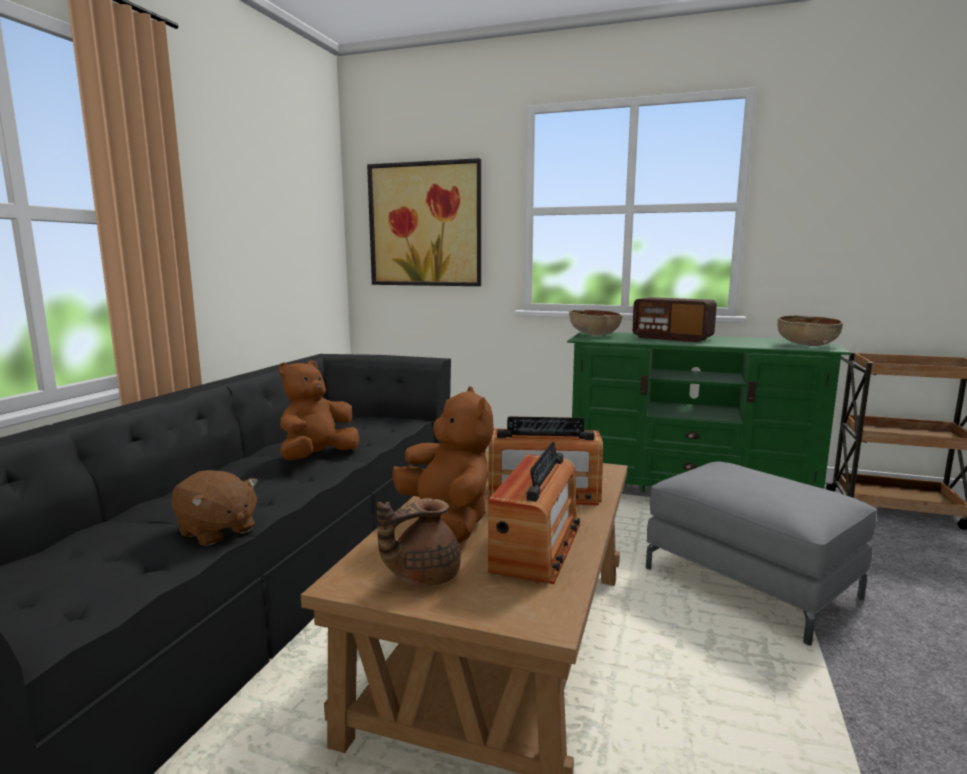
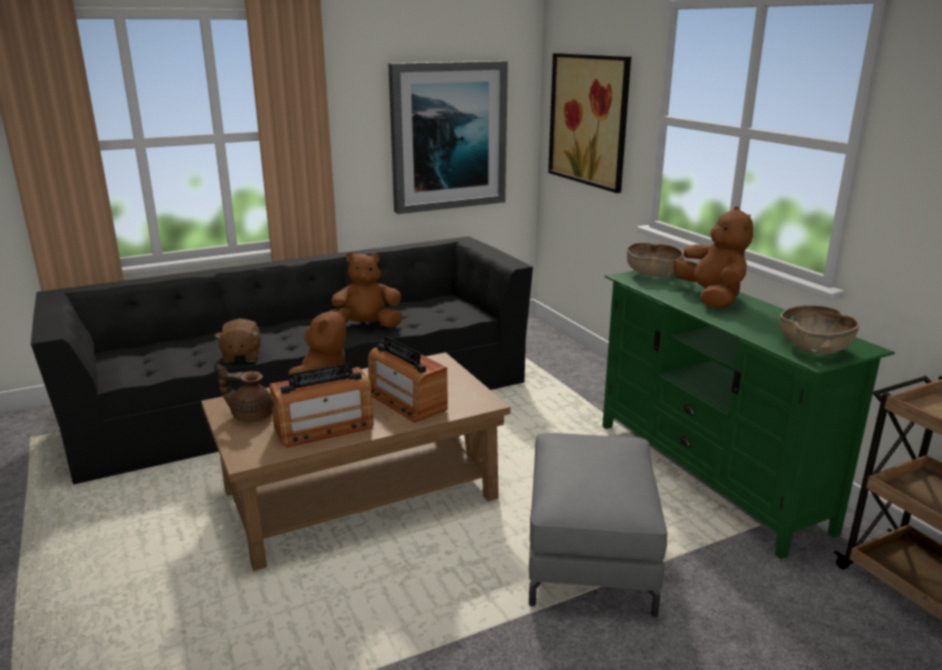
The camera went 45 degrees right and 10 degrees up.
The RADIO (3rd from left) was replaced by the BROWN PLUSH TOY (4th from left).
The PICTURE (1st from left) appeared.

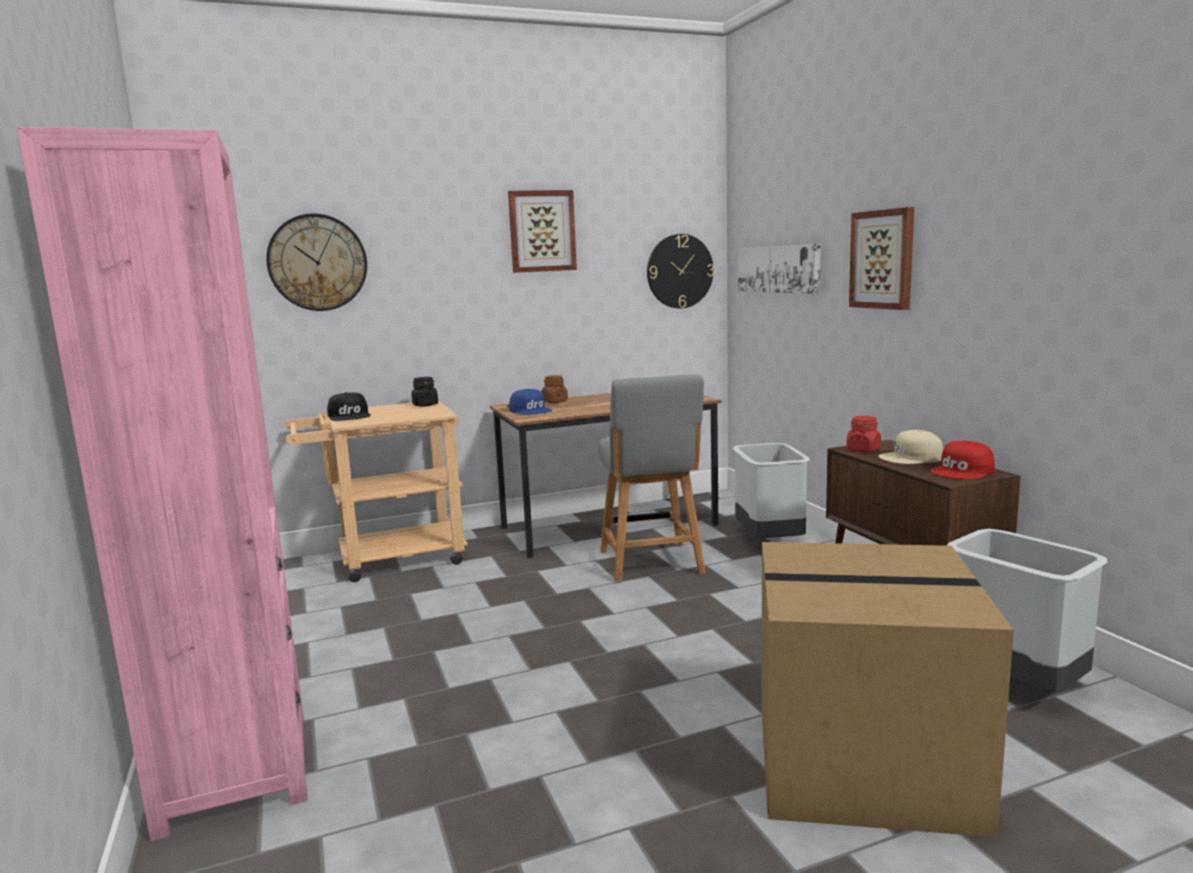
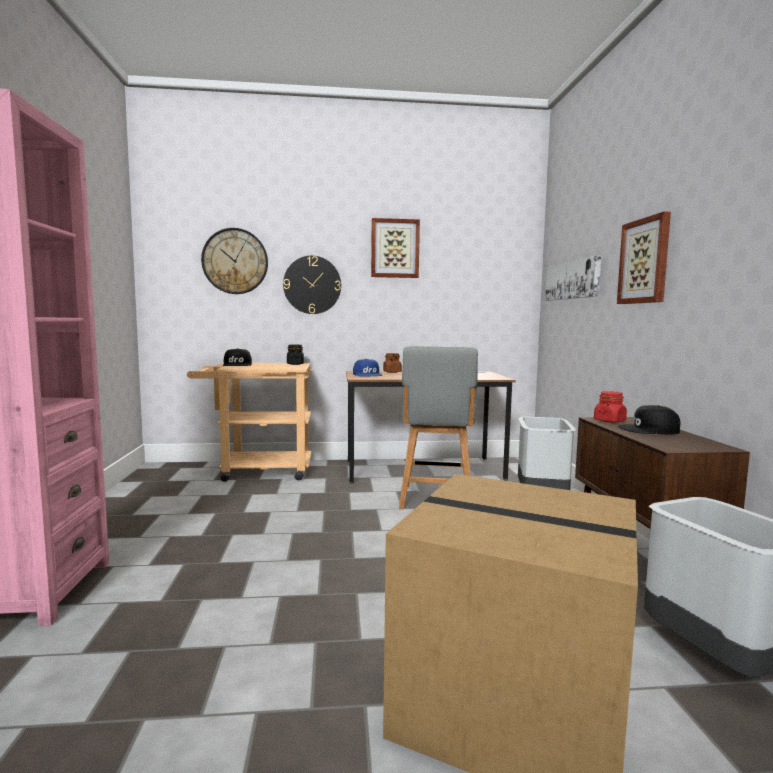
The camera went 15 degrees right and 5 degrees down.
The WALL CLOCK (2nd from left) moved.
The BEIGE CAP became the BLACK CAP (2nd from left).
The RED CAP disappeared.

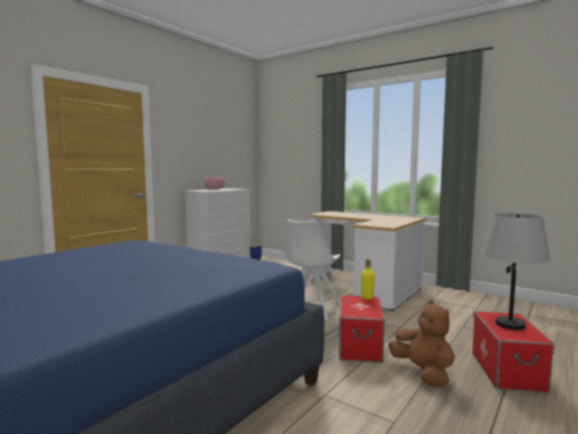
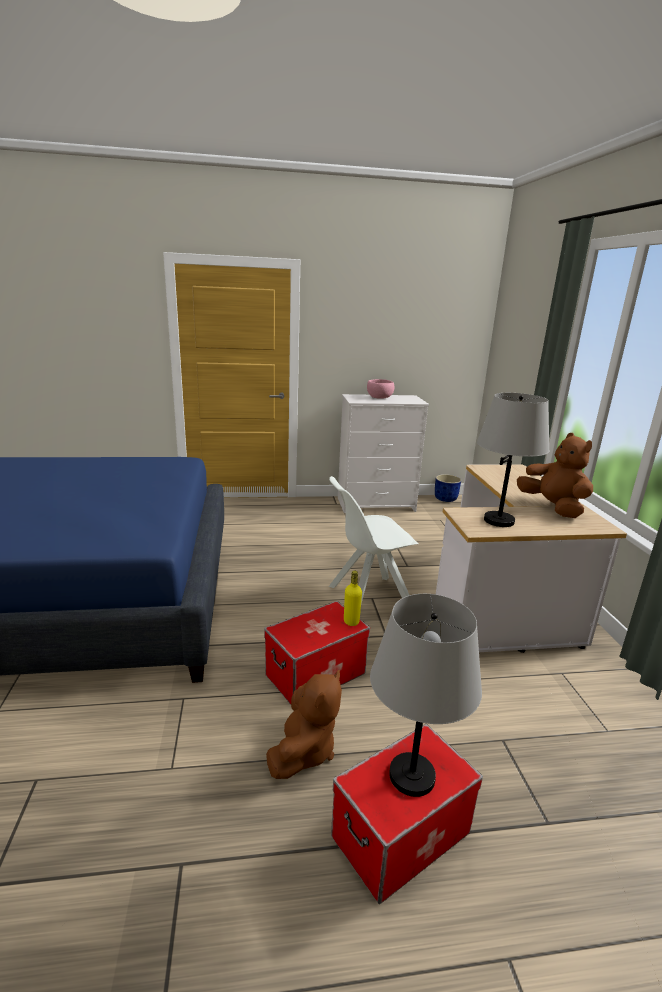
The camera went 45 degrees right and 15 degrees up.
The GREY TABLE LAMP (2nd from left) appeared.
The BROWN PLUSH TOY (2nd from left) appeared.

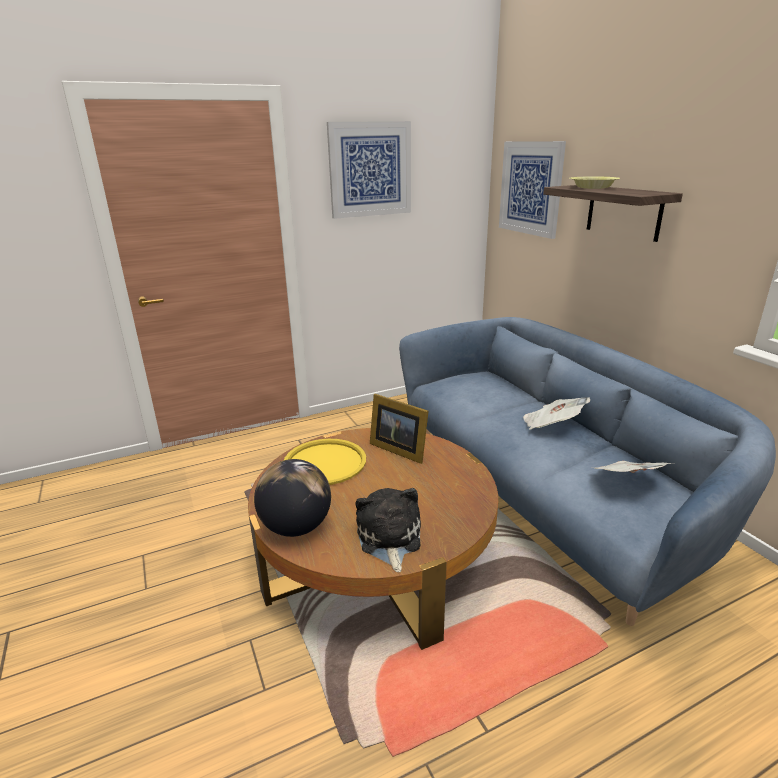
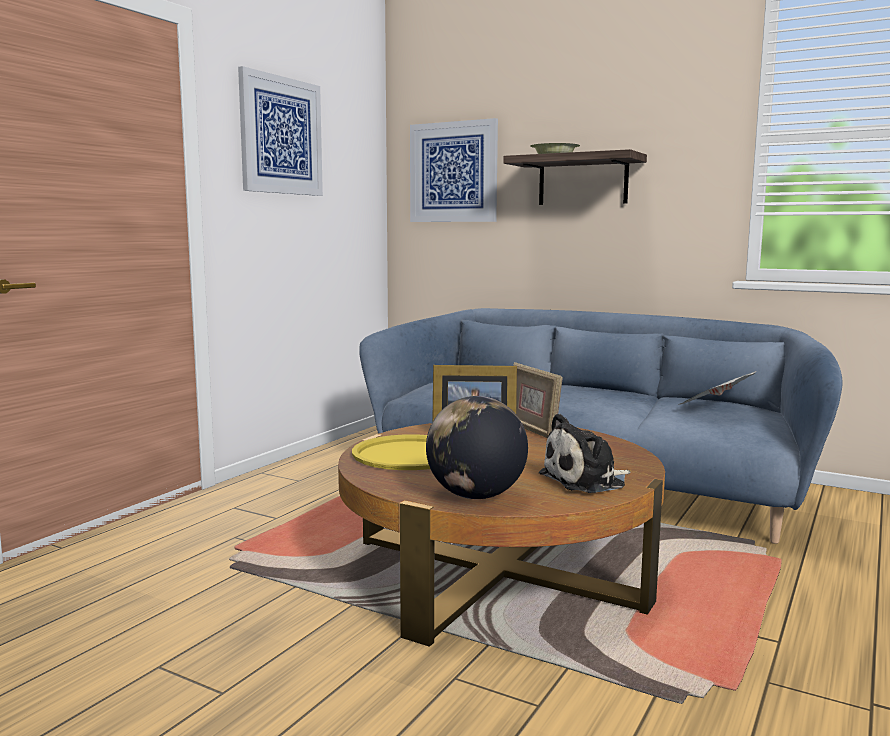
The camera went 35 degrees left and 15 degrees down.
The NEWSPAPER (1st from left) disappeared.
The PLUSH TOY turned 75 degrees counterclockwise.
The PICTURE FRAME (2nd from left) appeared.

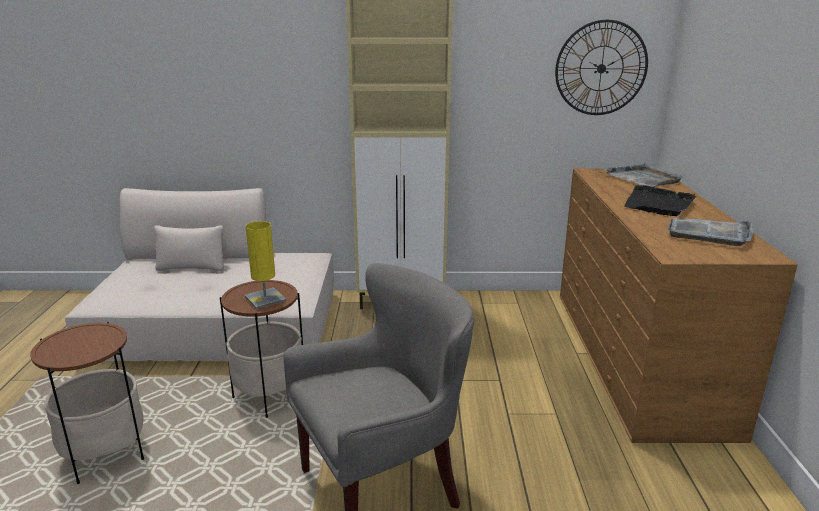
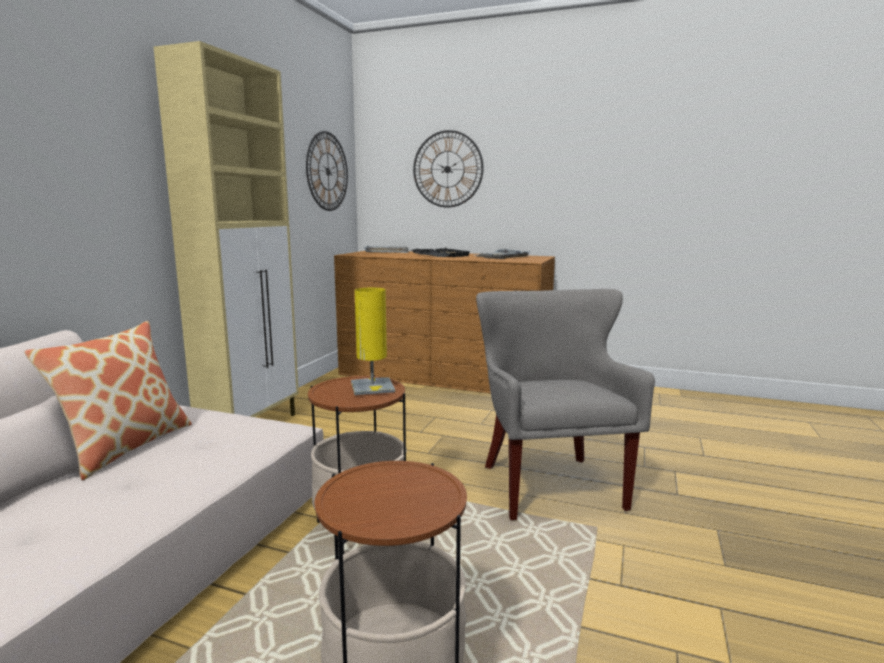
The camera went 70 degrees left and 10 degrees down.
The WALL CLOCK (2nd from left) appeared.
The PILLOW appeared.

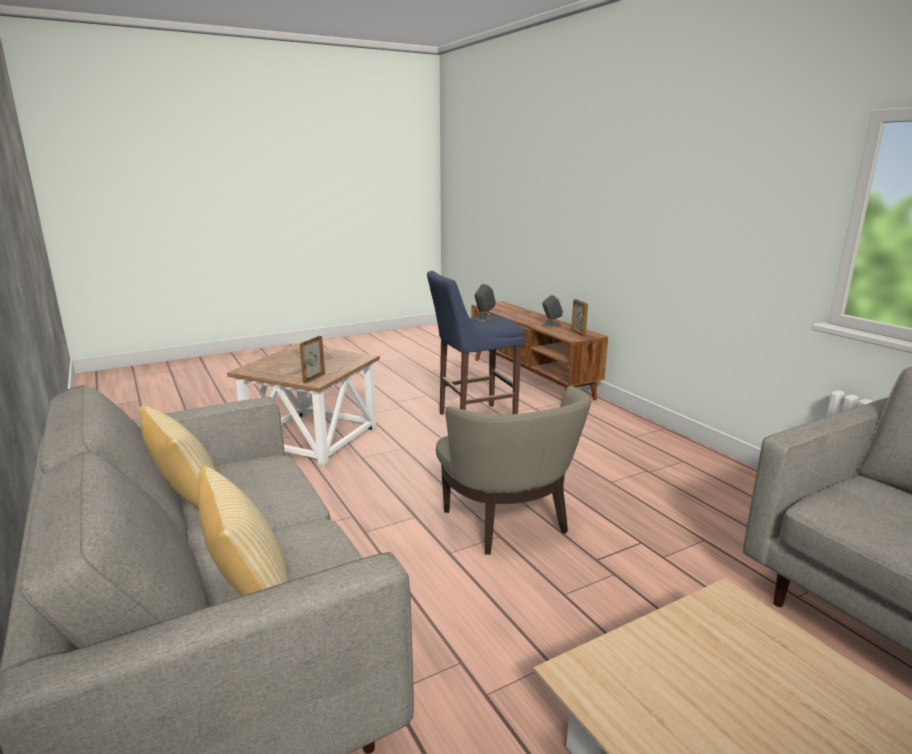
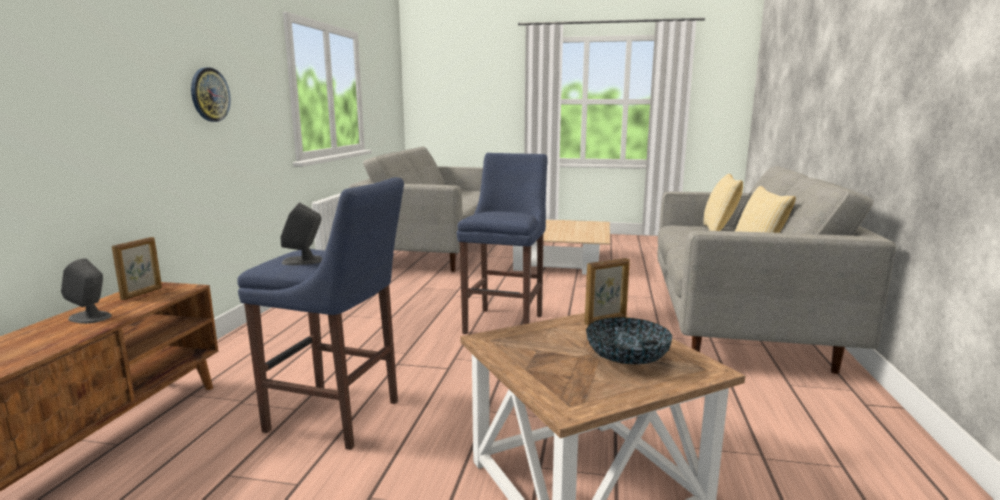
The camera went 140 degrees left and 5 degrees down.
The BEIGE ARMCHAIR was replaced by the BLUE STOOL (2nd from left).
The WALL CLOCK appeared.
The BOWL appeared.

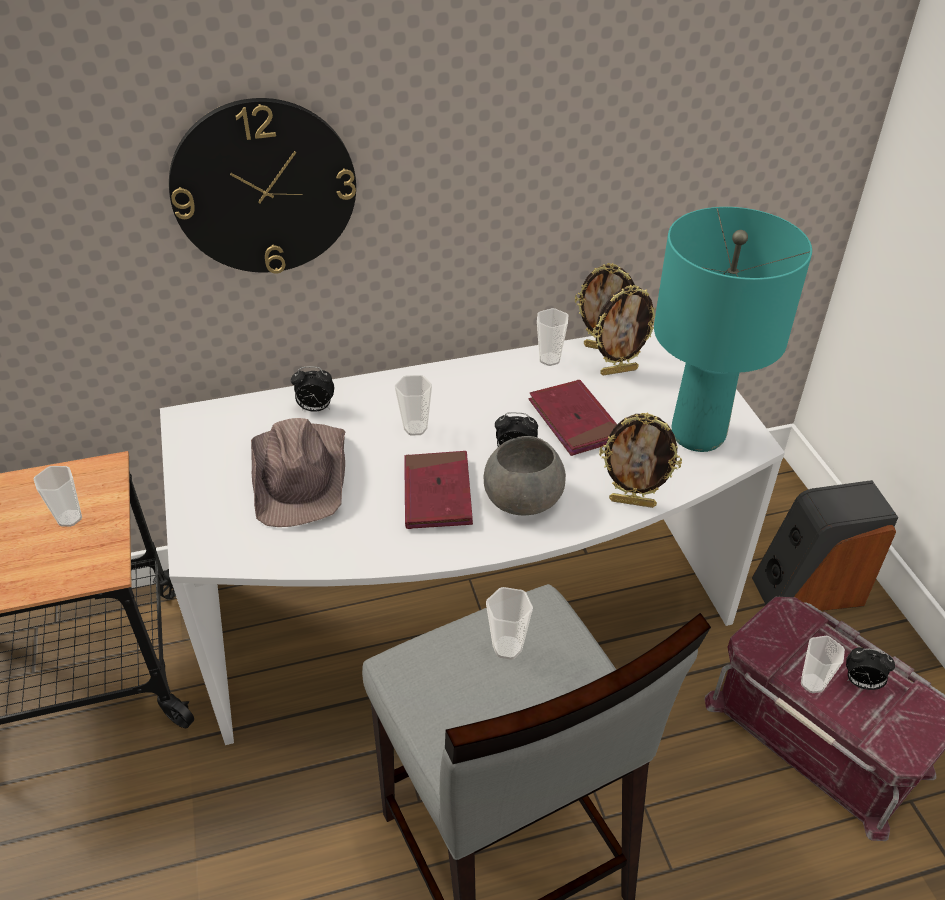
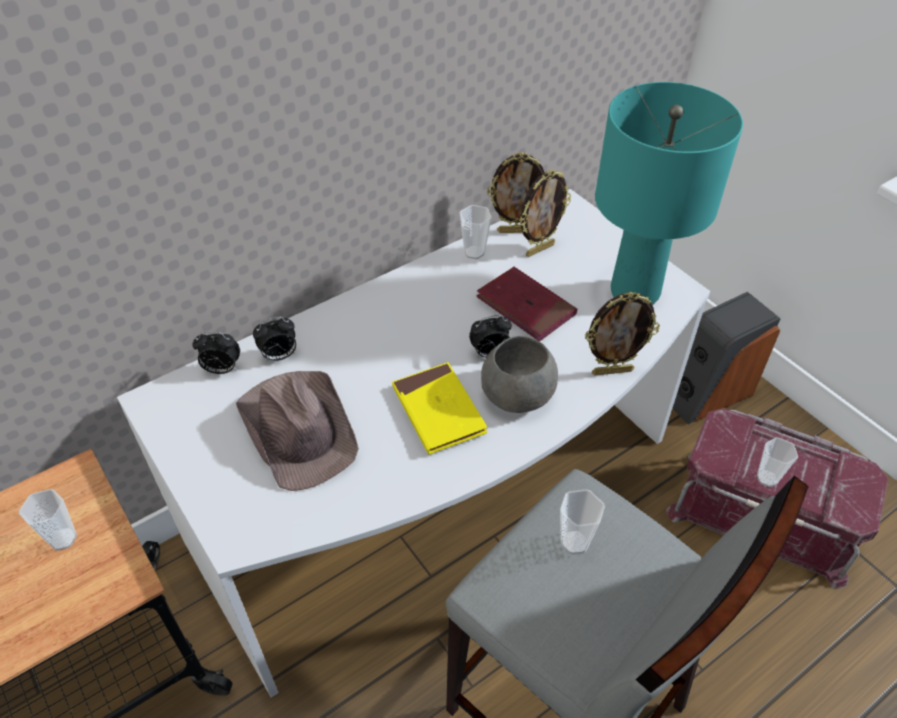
The camera went 20 degrees left and 5 degrees up.
The WALL CLOCK disappeared.
The CUP (2nd from left) disappeared.
The RED BOOK (1st from left) became the YELLOW BOOK.
The ALARM CLOCK (3rd from left in the first image) moved.

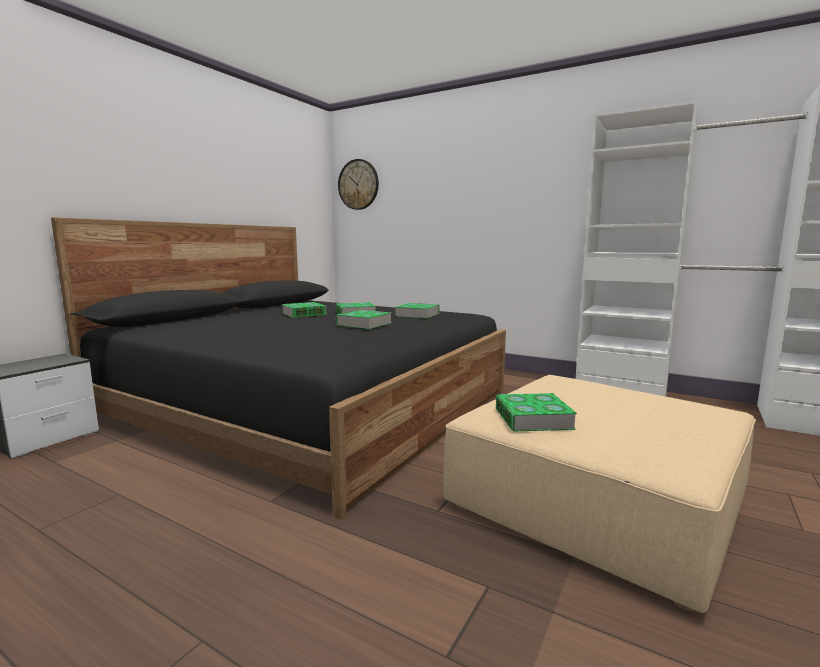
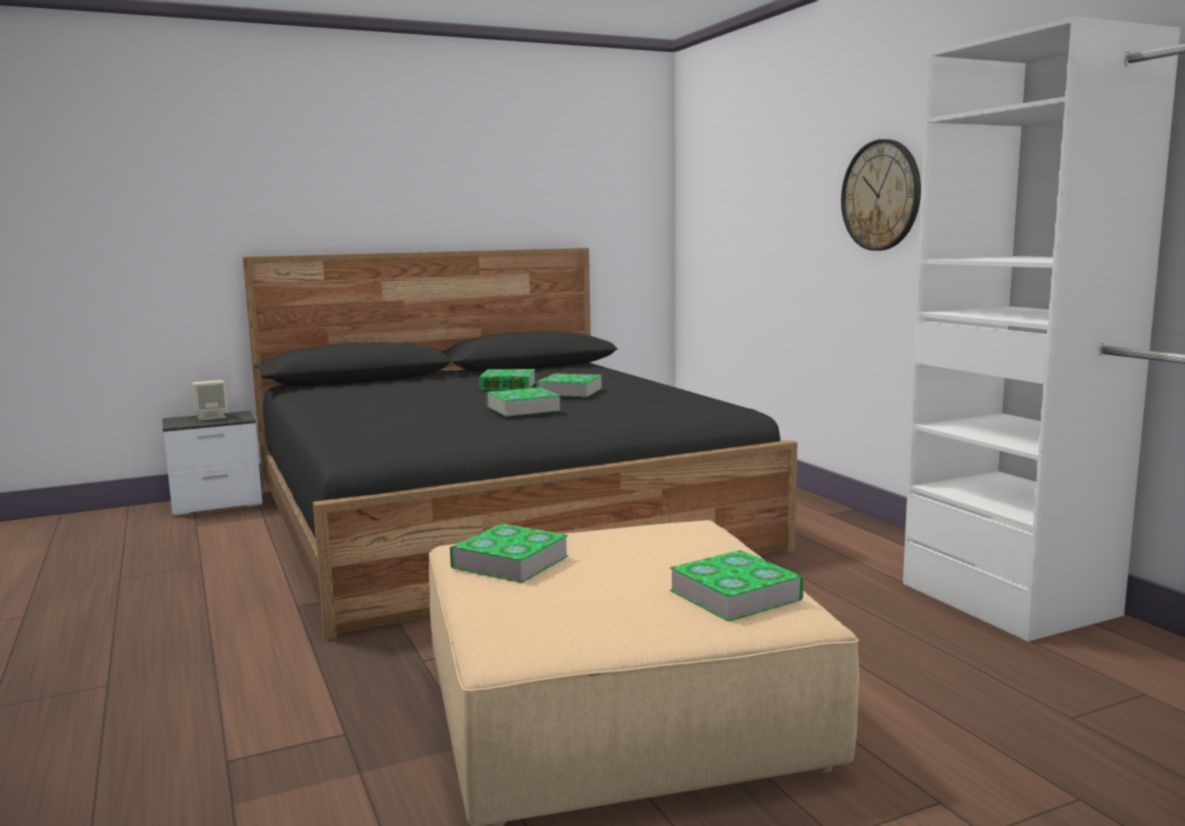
The camera went 35 degrees right and 0 degrees up.
The WALL CLOCK moved.
The BOOK (4th from left in the first image) moved.
The BEIGE SPEAKER appeared.

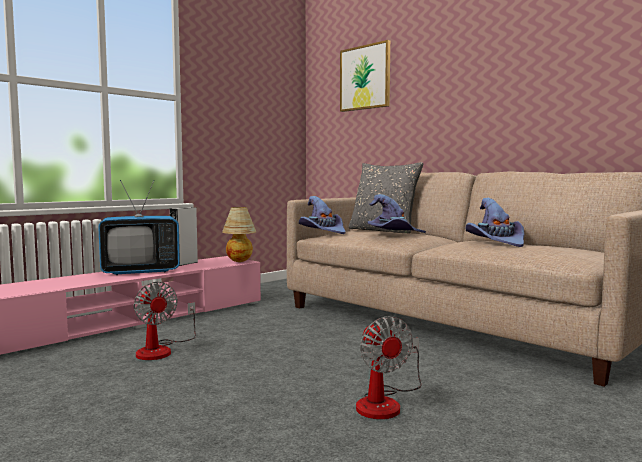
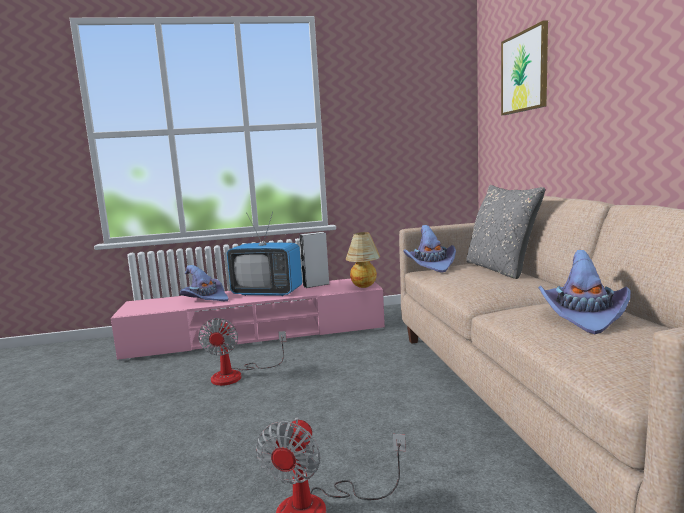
The camera went 35 degrees right and 5 degrees up.
The PURPLE HAT (2nd from left in the first image) moved.

